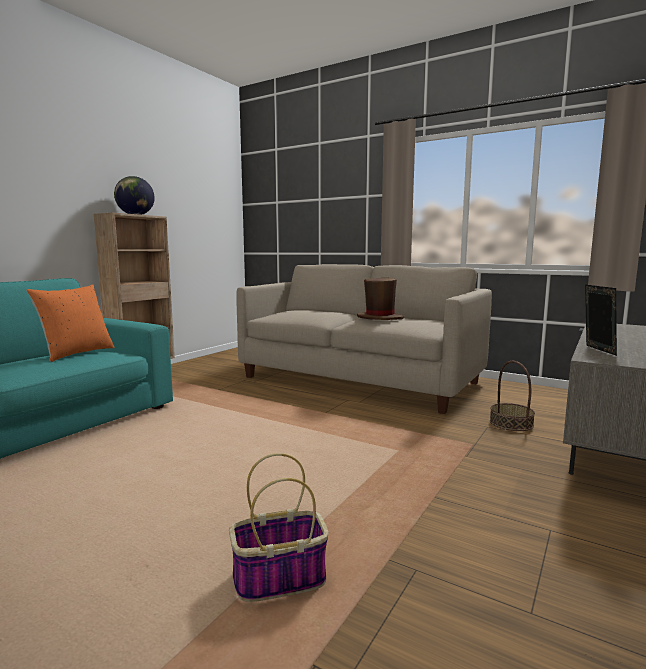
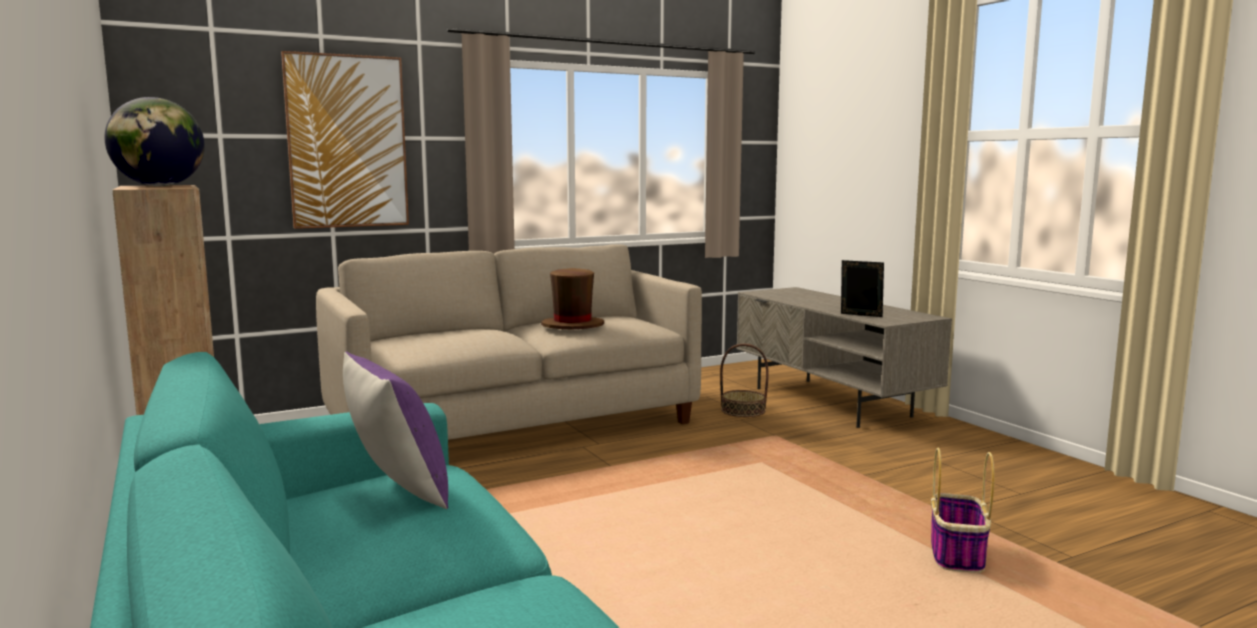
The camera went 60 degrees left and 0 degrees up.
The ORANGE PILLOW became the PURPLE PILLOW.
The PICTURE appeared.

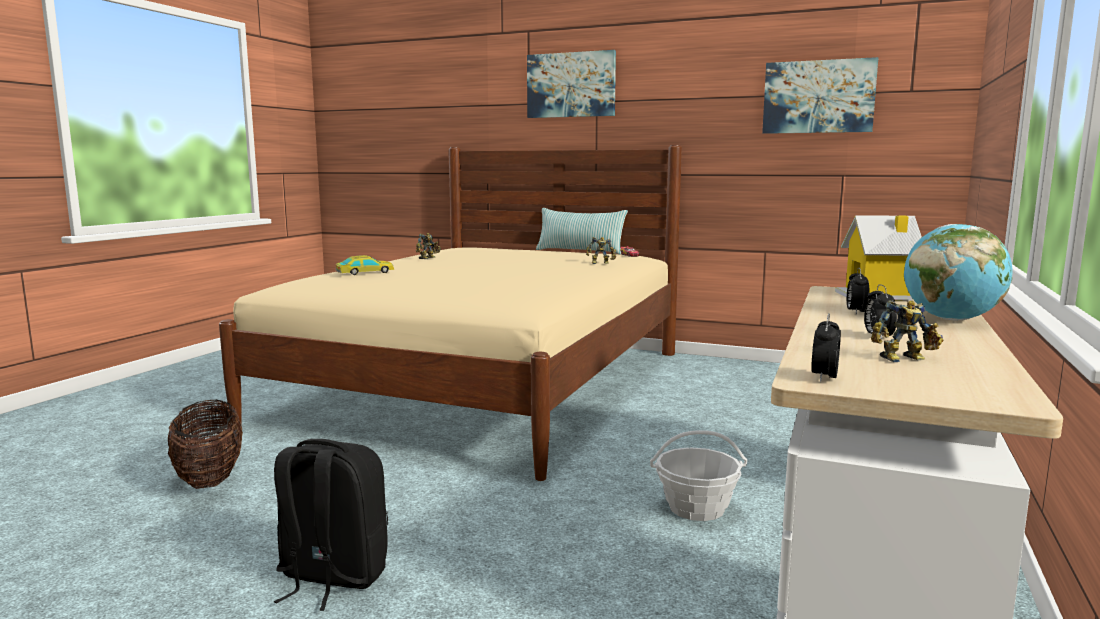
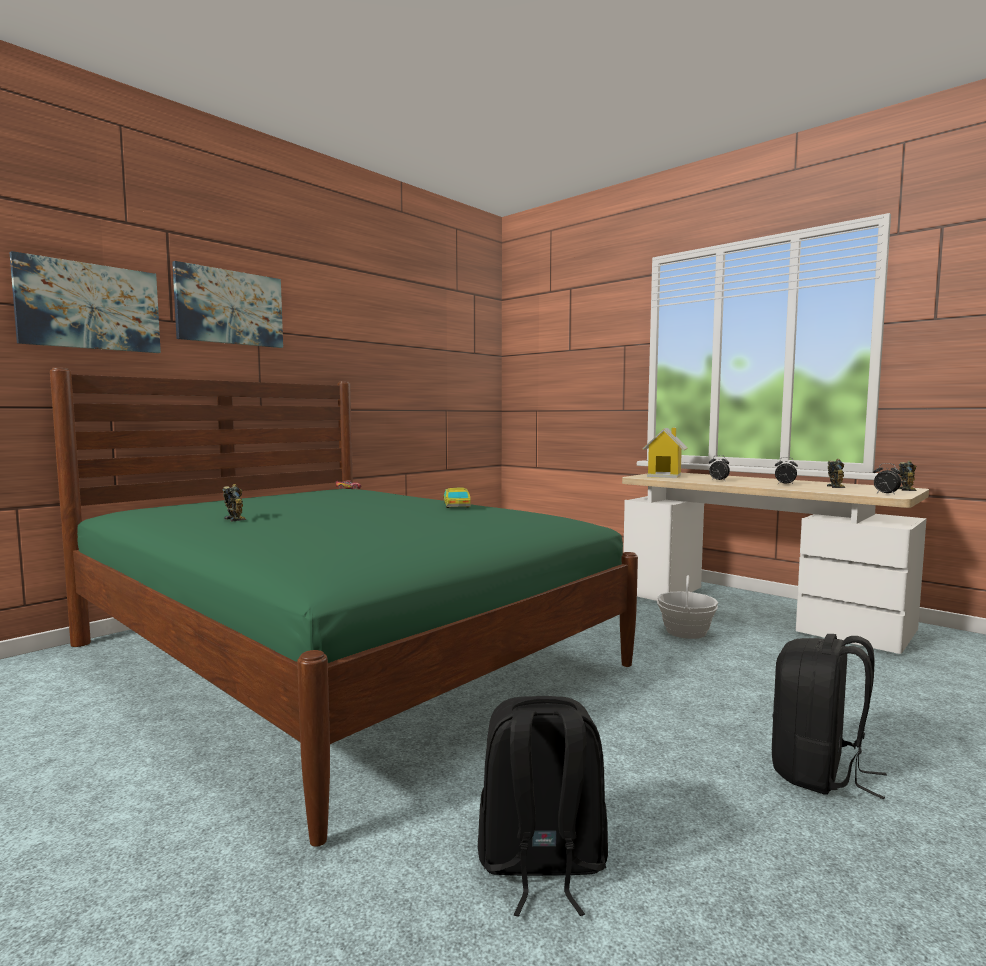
The camera went 70 degrees left and 5 degrees down.
The PICTURE (2nd from left in the first image) moved.
The BEIGE BED became the GREEN BED.
The PILLOW disappeared.
The GLOBE disappeared.
The TOY ROBOT (2nd from left in the first image) moved.
The TOY CAR (1st from left in the first image) moved.
The BASKET (1st from left) was replaced by the BLACK BACKPACK (1st from left).

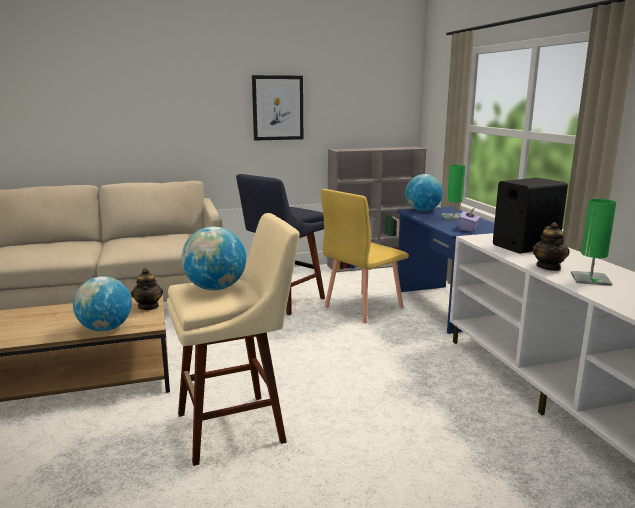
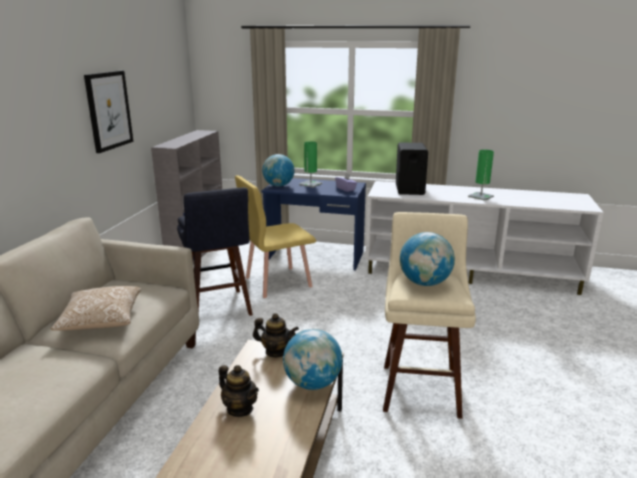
The camera went 60 degrees left and 5 degrees up.
The YELLOW CHAIR turned 75 degrees clockwise.
The TEAPOT (2nd from left in the first image) moved.
The PILLOW appeared.

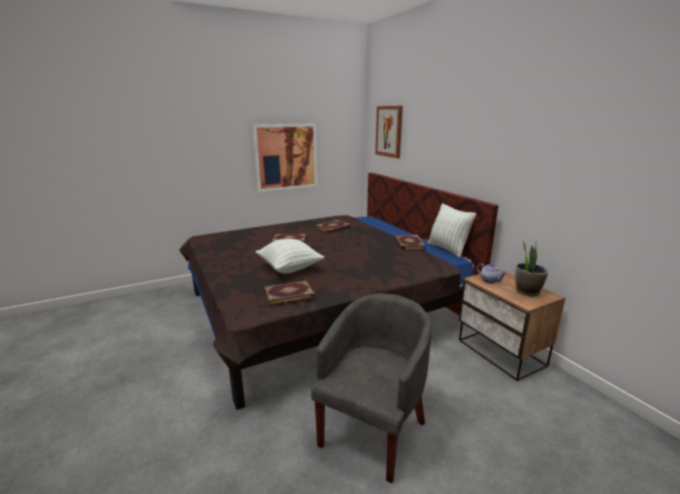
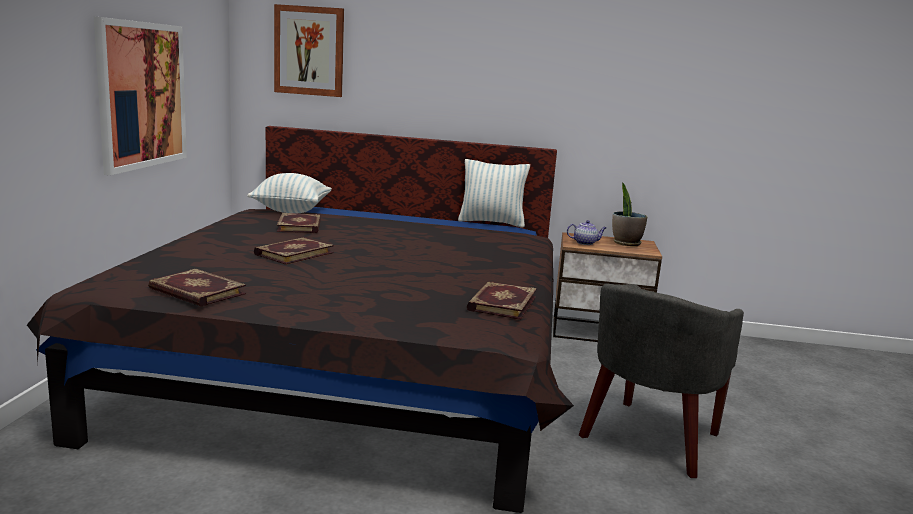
The camera went 55 degrees left and 5 degrees down.
The BOOK (4th from left in the first image) moved.
The PILLOW (1st from left) moved.
The GREY ARMCHAIR turned 120 degrees counterclockwise.

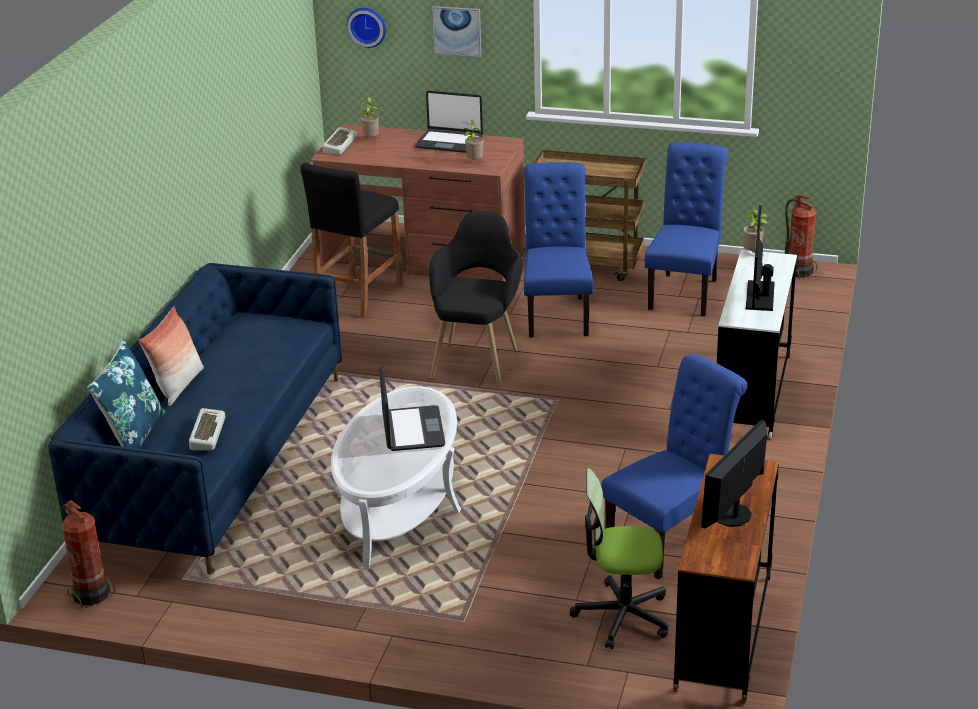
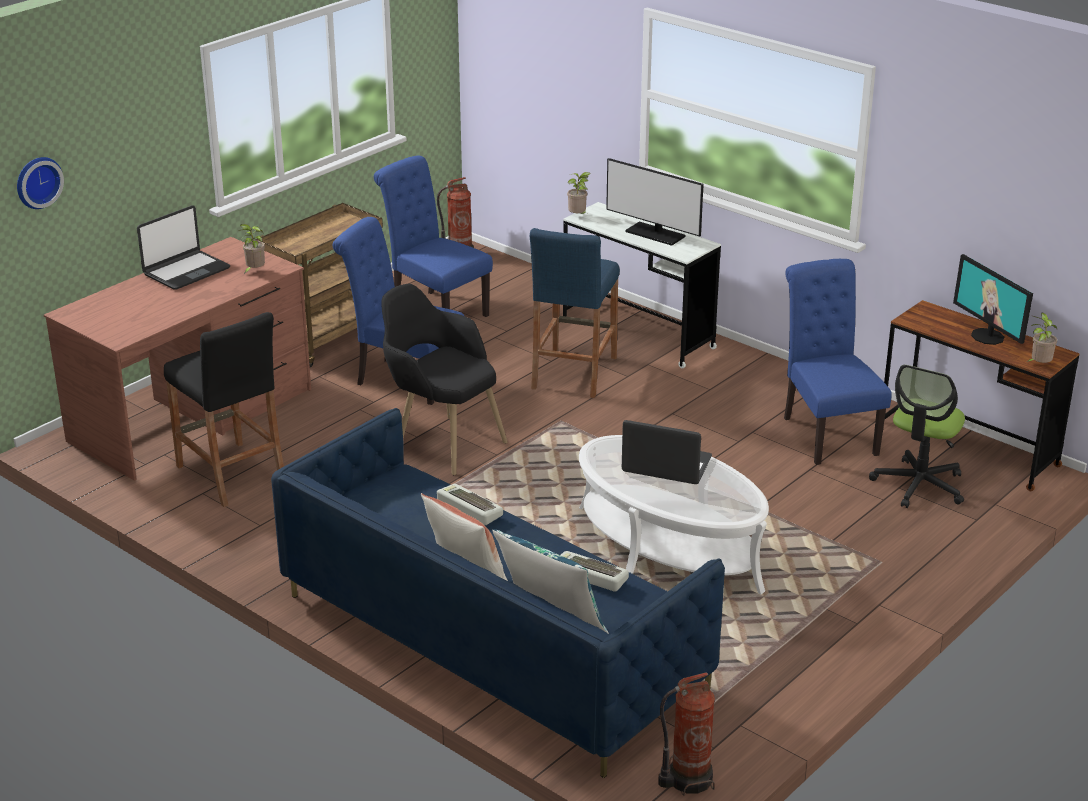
The camera went 65 degrees left and 0 degrees up.
The PICTURE disappeared.
The POTTED PLANT (1st from left in the first image) moved.
The KEYBOARD (2nd from left in the first image) moved.
The BLUE STOOL appeared.

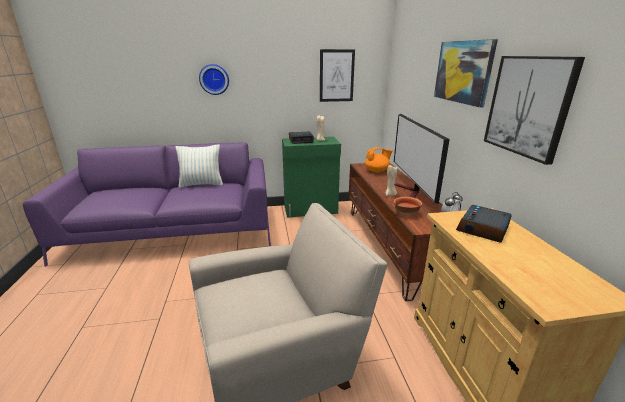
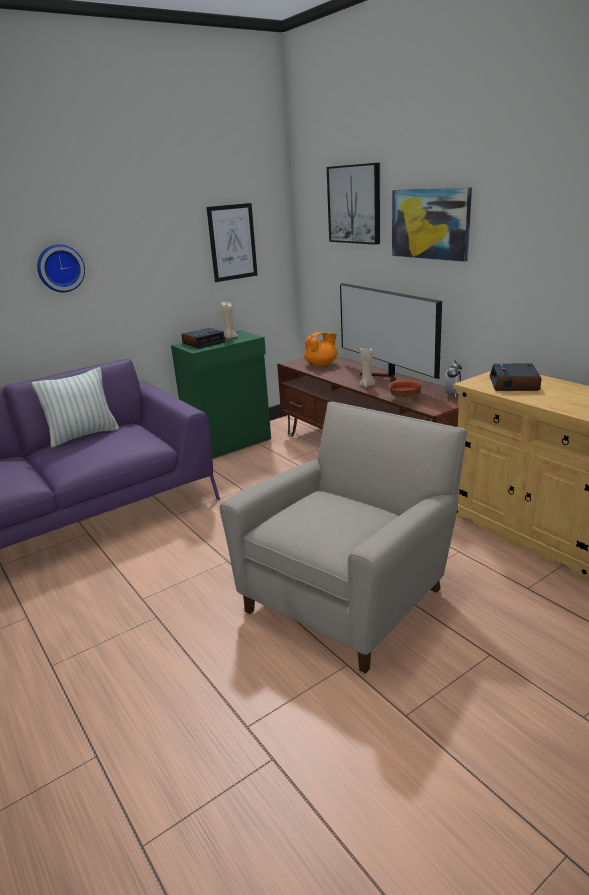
The camera went 25 degrees left and 0 degrees up.
The PICTURE (3rd from left in the first image) moved.

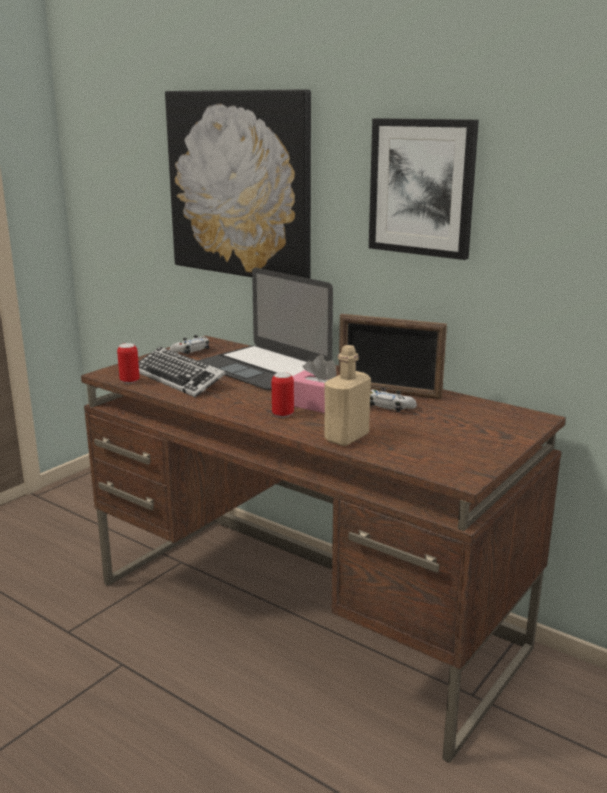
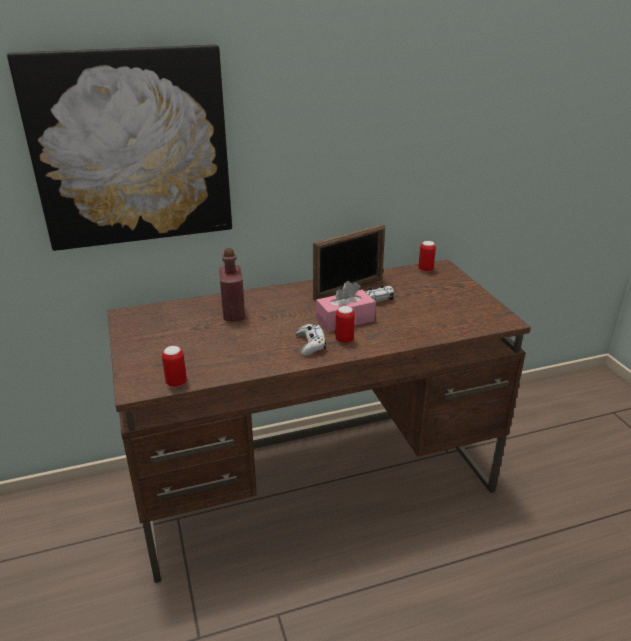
The camera went 55 degrees left and 10 degrees up.
The PICTURE (2nd from left) disappeared.
The LAPTOP was replaced by the RED BOTTLE.
The WHITE GAME CONTROLLER (1st from left) moved.
The BEIGE BOTTLE disappeared.
The KEYBOARD disappeared.
The CAN (3rd from left) appeared.

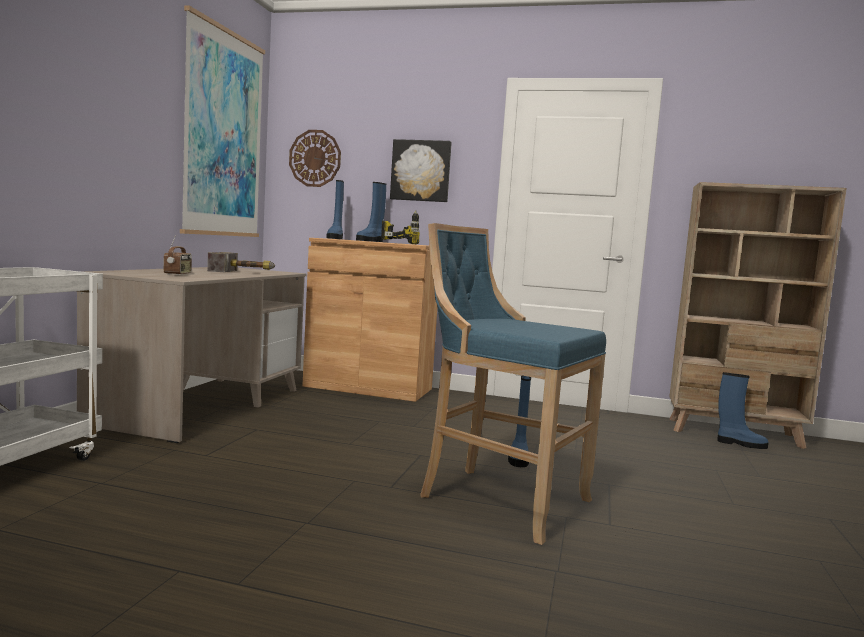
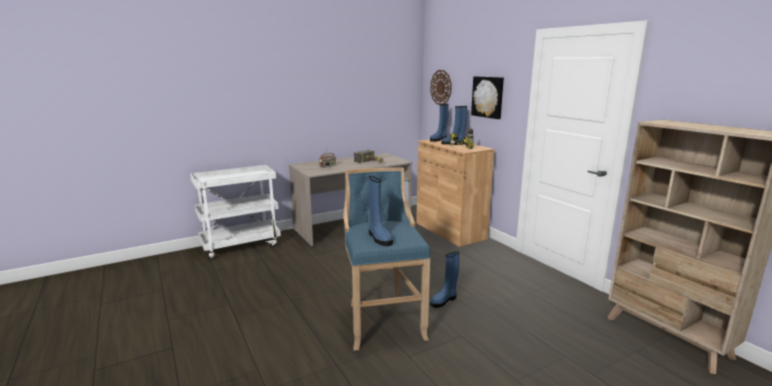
The camera went 45 degrees right and 10 degrees up.
The PICTURE (1st from left) disappeared.
The BLUE BOOT (4th from left in the first image) moved.

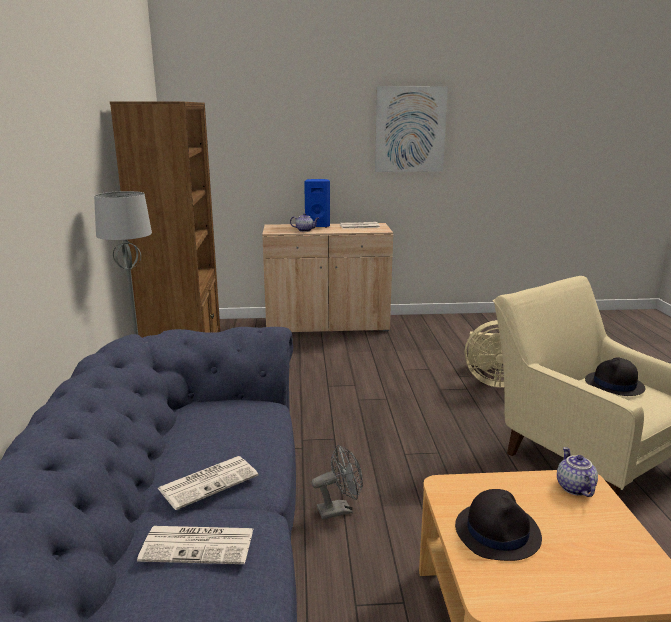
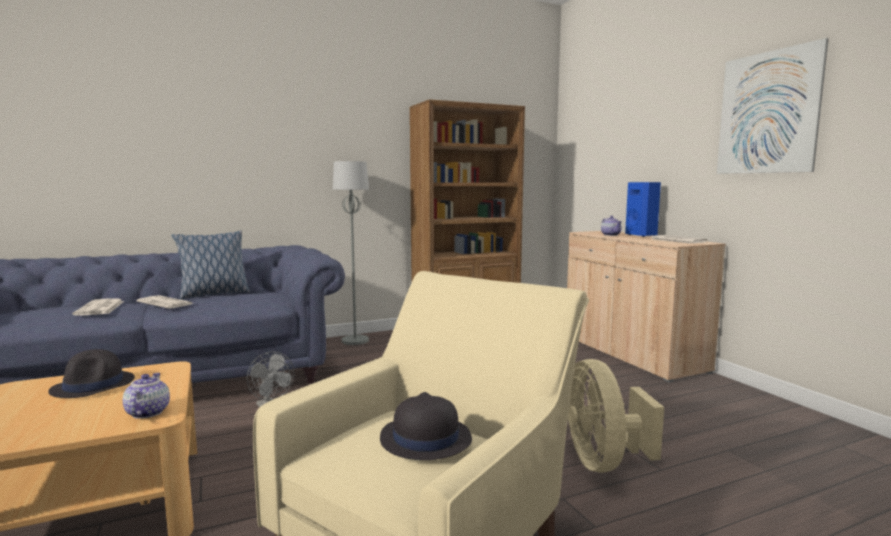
The camera went 70 degrees right and 10 degrees down.
The TEAPOT (2nd from left in the first image) turned 75 degrees counterclockwise.
The PILLOW appeared.

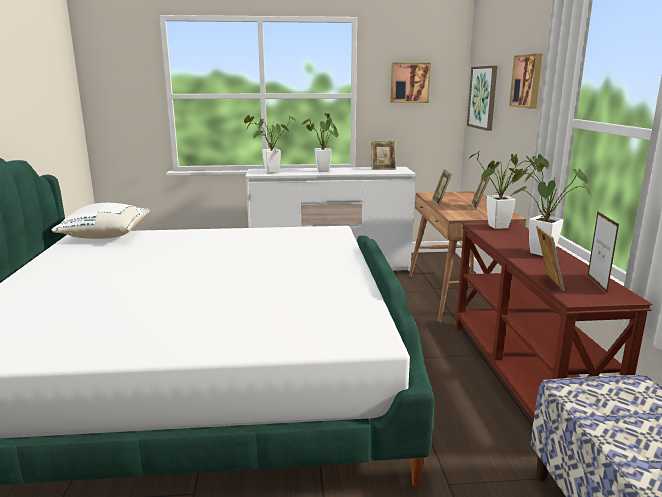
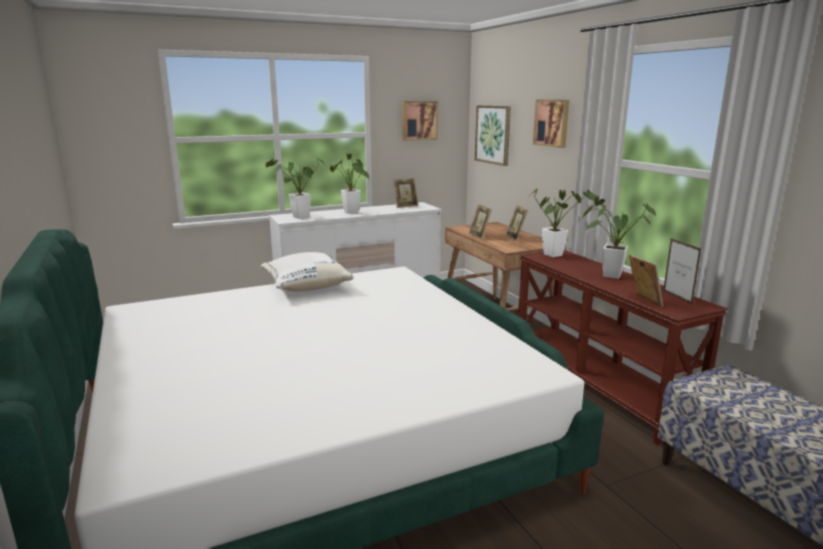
The camera went 20 degrees left and 0 degrees up.
The WHITE PILLOW moved.

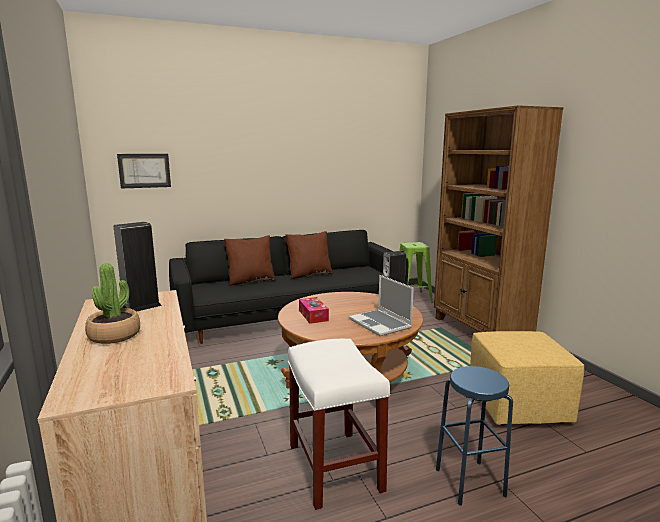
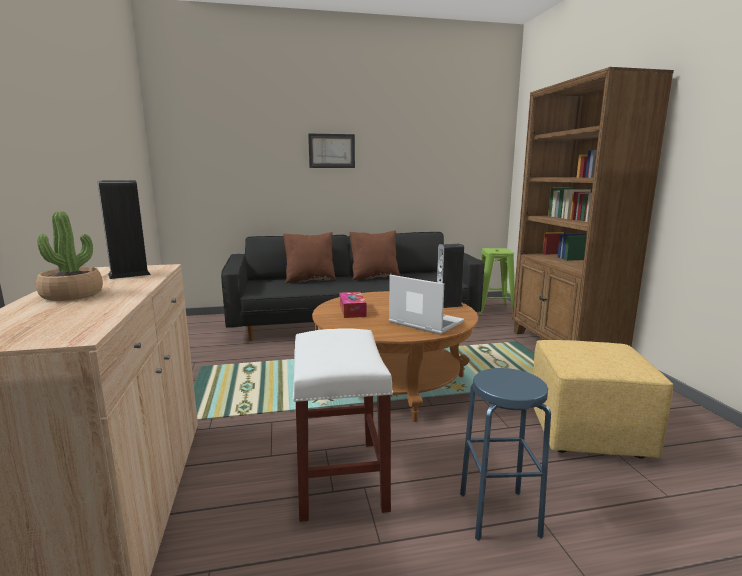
The camera went 10 degrees right and 0 degrees up.
The PICTURE moved.
The LAPTOP turned 150 degrees clockwise.

